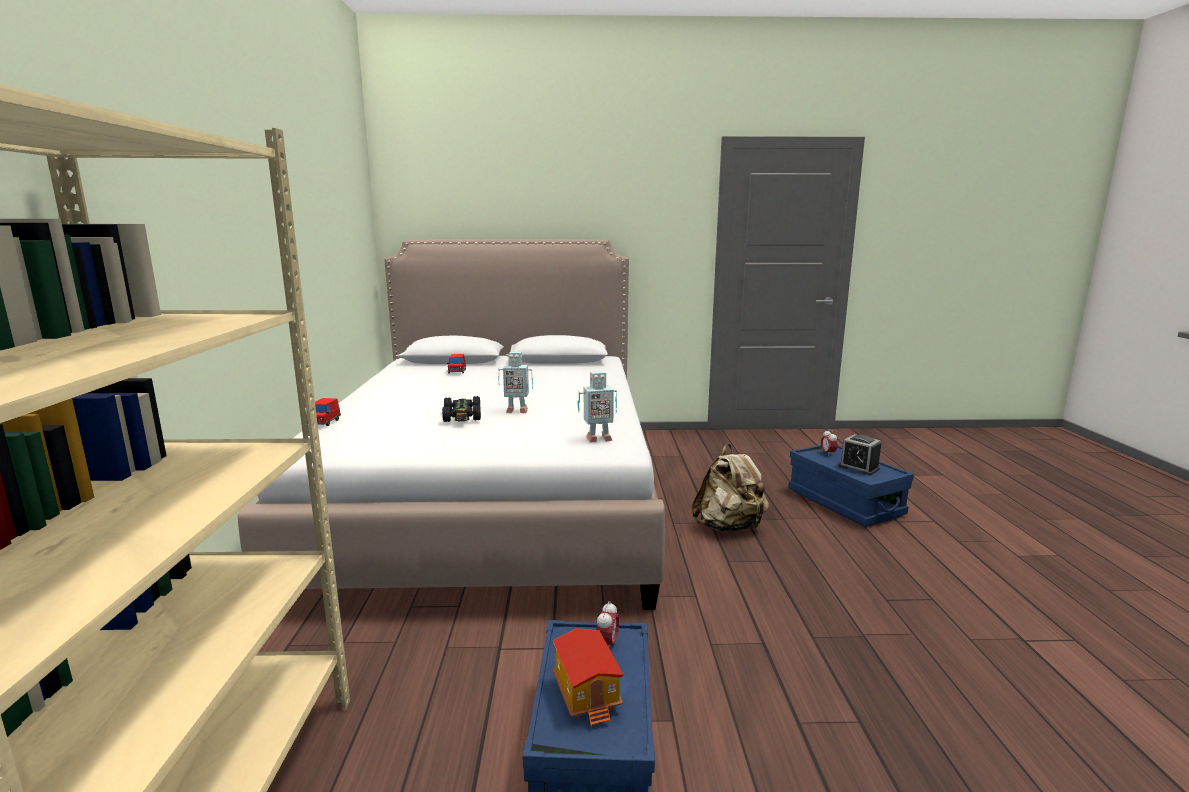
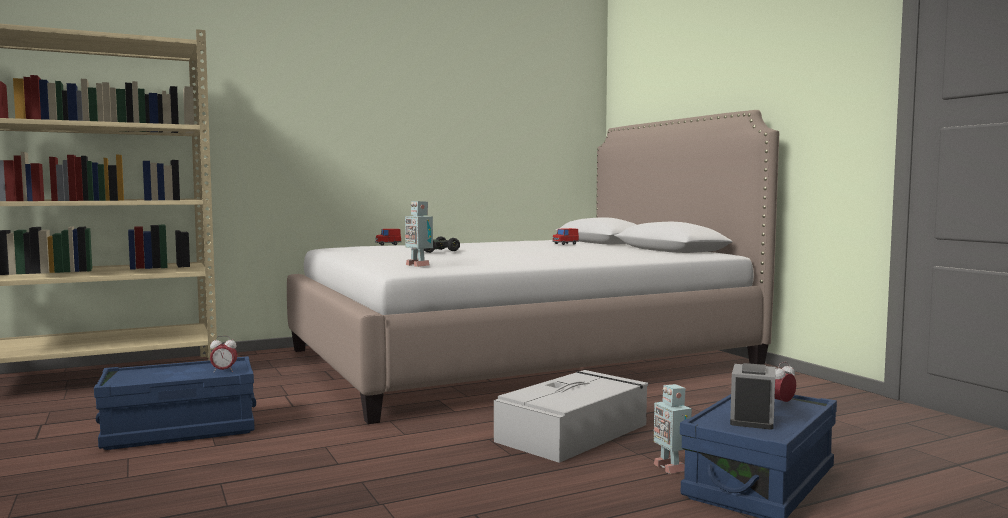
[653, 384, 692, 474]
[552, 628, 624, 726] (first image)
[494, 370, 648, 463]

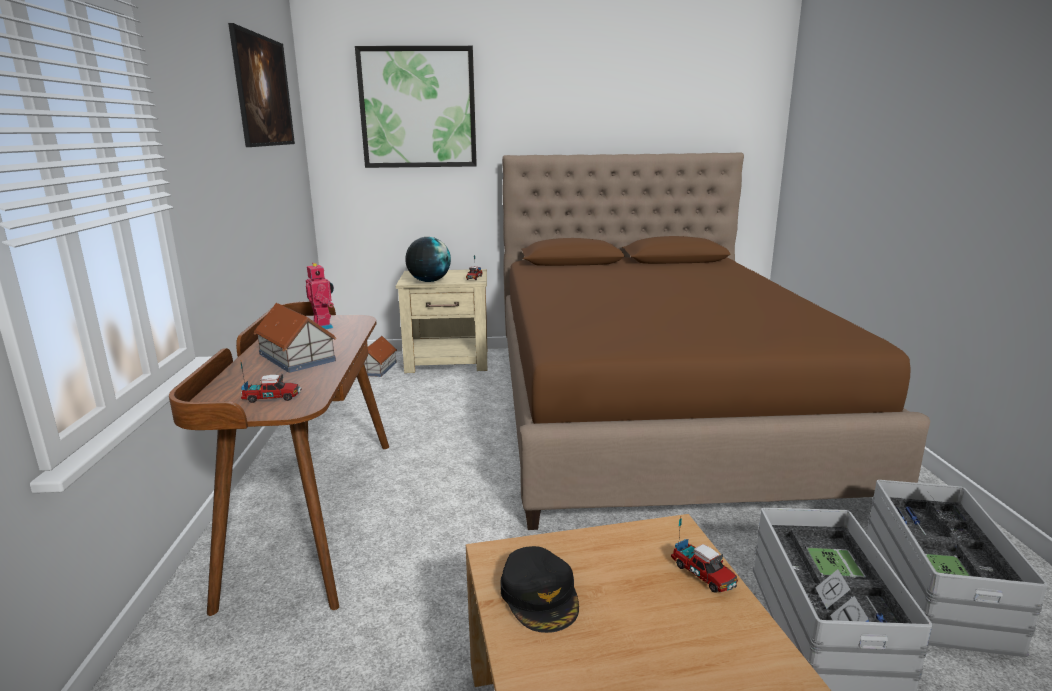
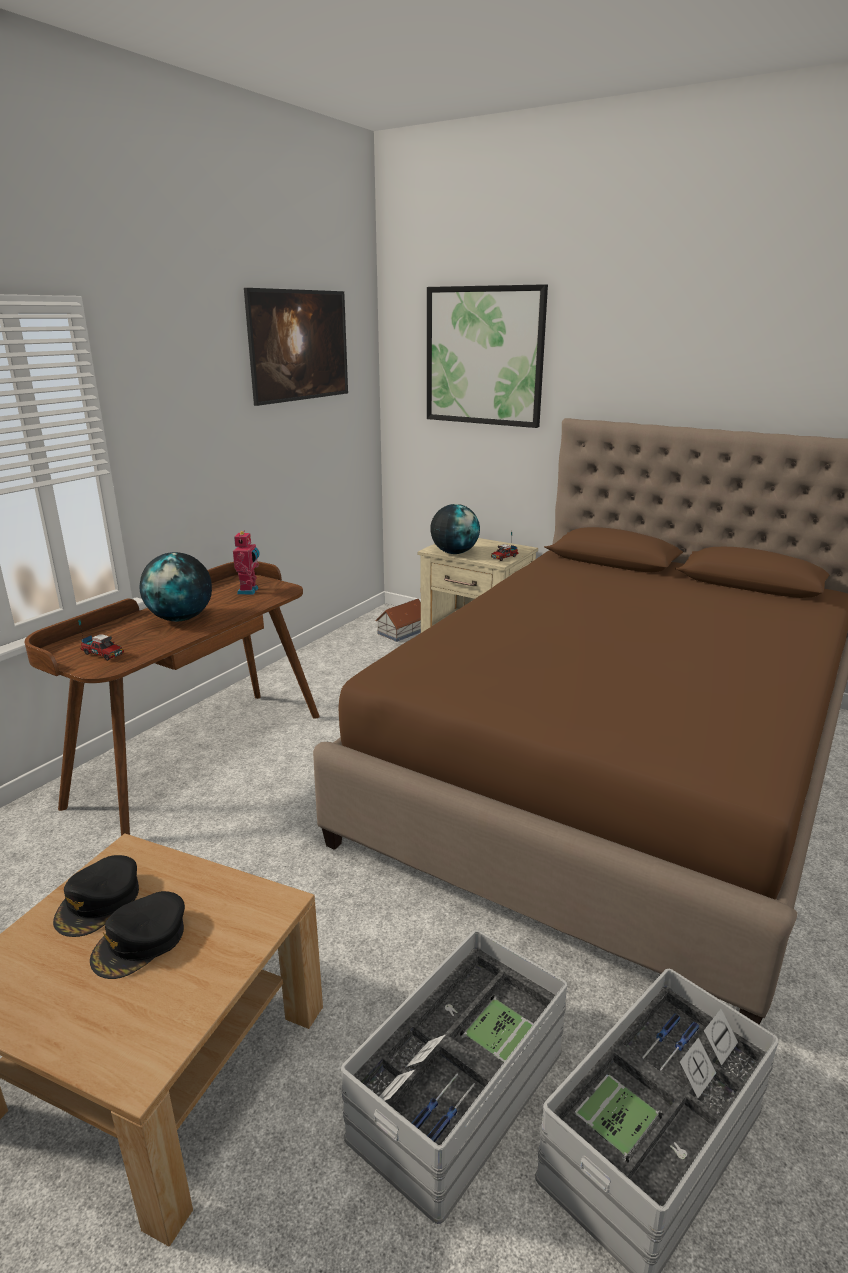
[139, 552, 212, 621]
[671, 517, 738, 593] (first image)
[90, 891, 185, 979]

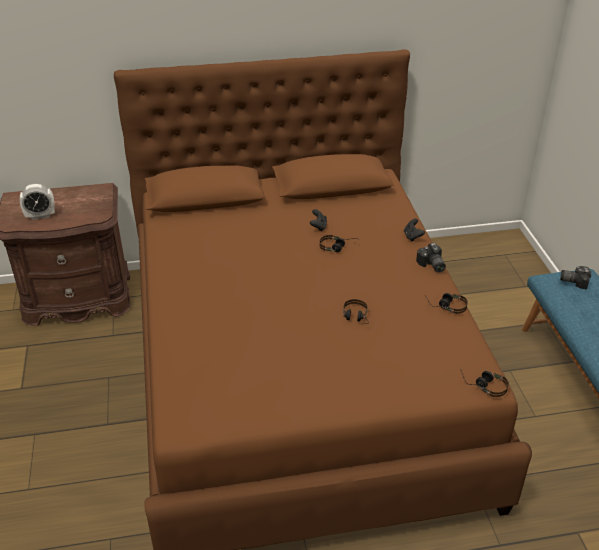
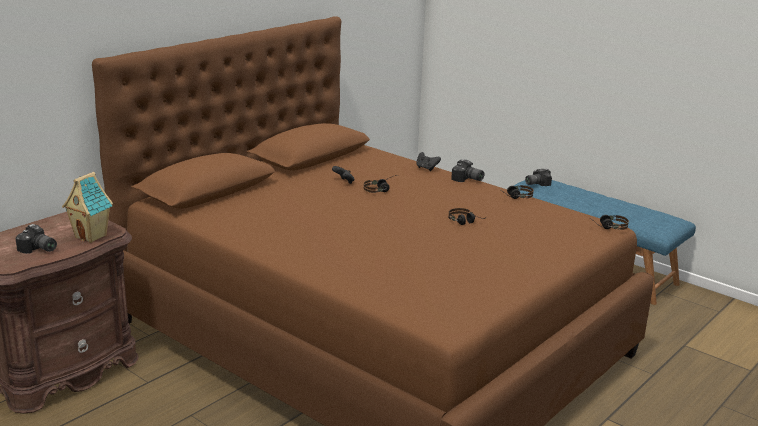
[15, 224, 57, 254]
[62, 172, 113, 243]

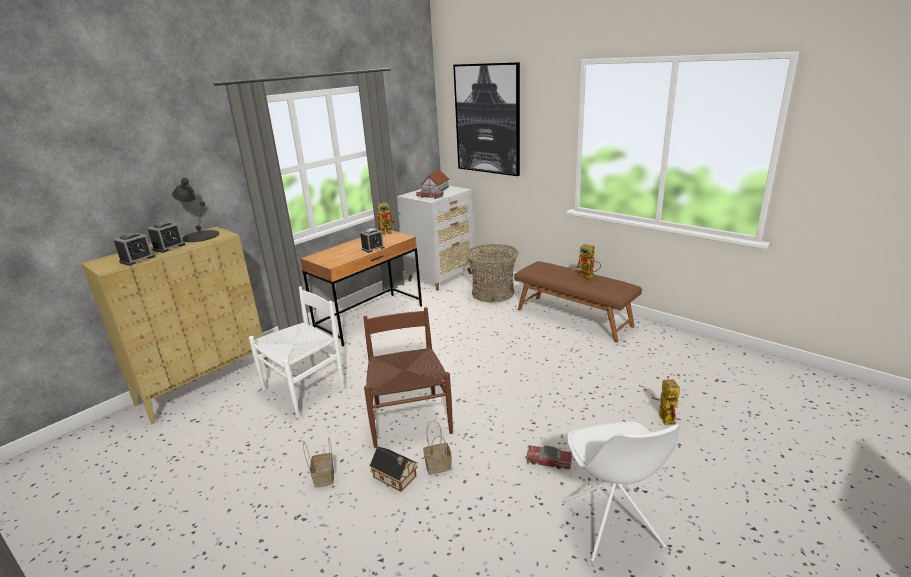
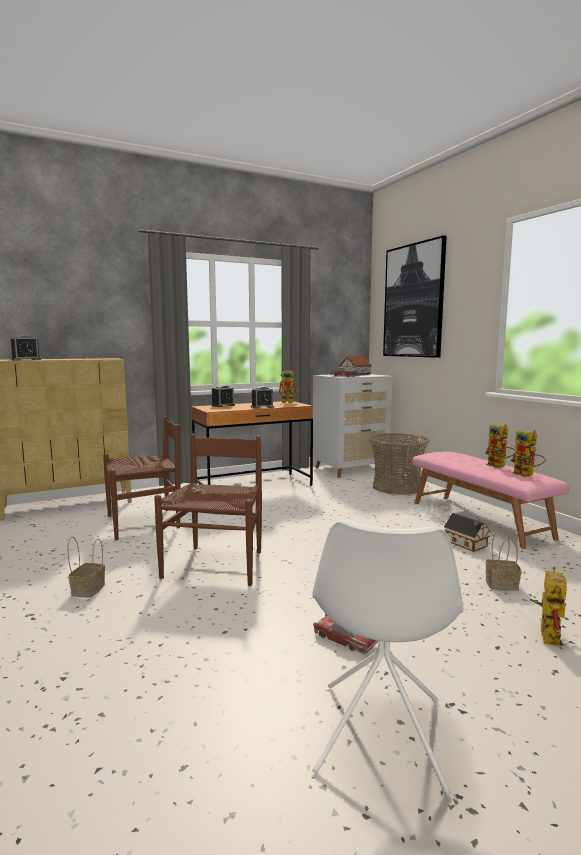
[211, 386, 235, 407]
[172, 178, 219, 242] (first image)
[103, 417, 181, 540]
[444, 513, 491, 552]
[485, 529, 522, 591]
[413, 452, 569, 549]
[511, 430, 546, 477]

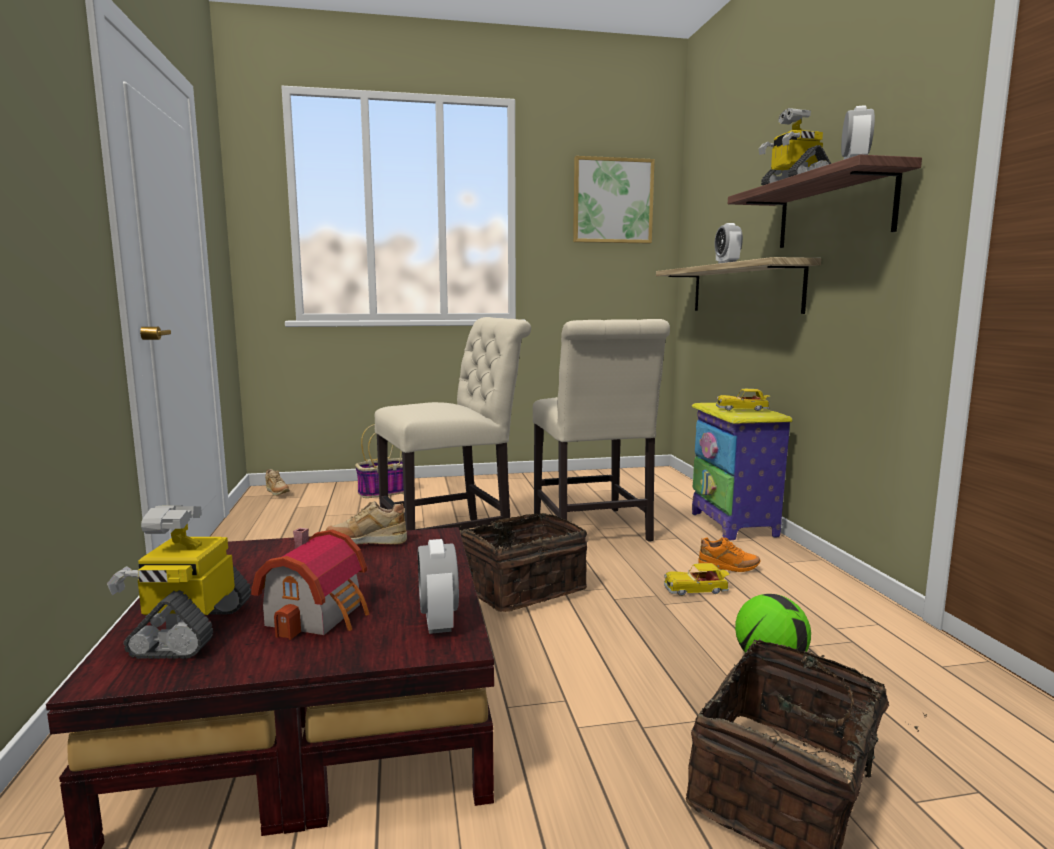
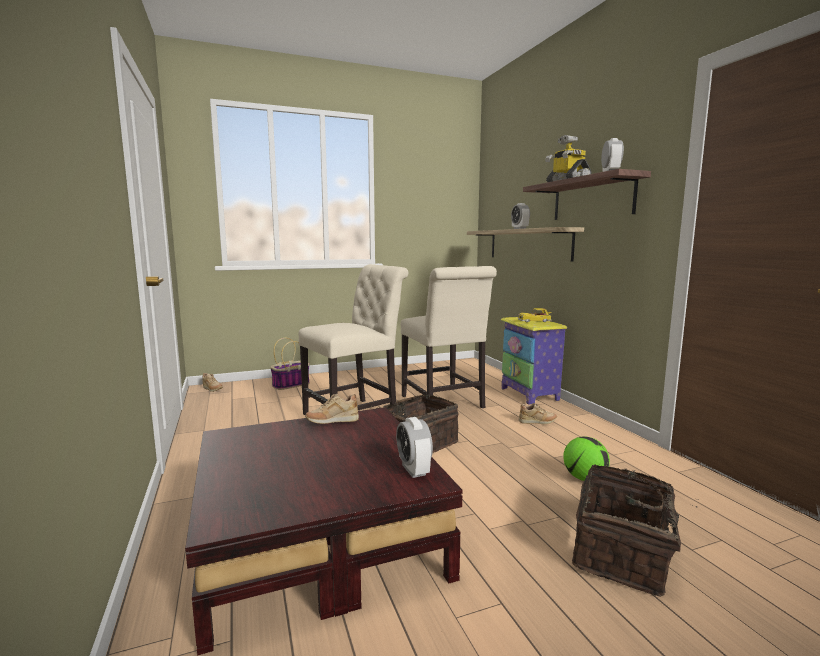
[107, 505, 251, 659] (first image)
[251, 528, 369, 640] (first image)
[573, 156, 655, 243] (first image)
[664, 563, 730, 596] (first image)
[519, 403, 557, 424]

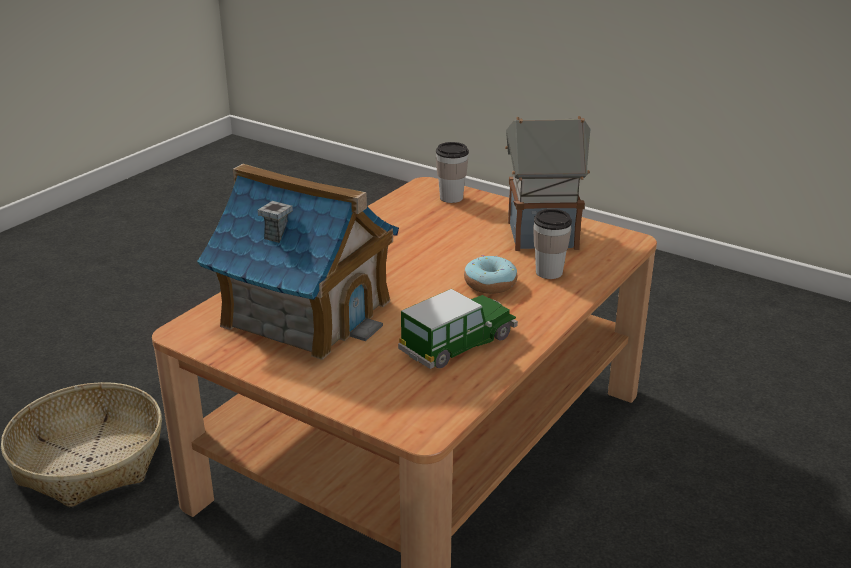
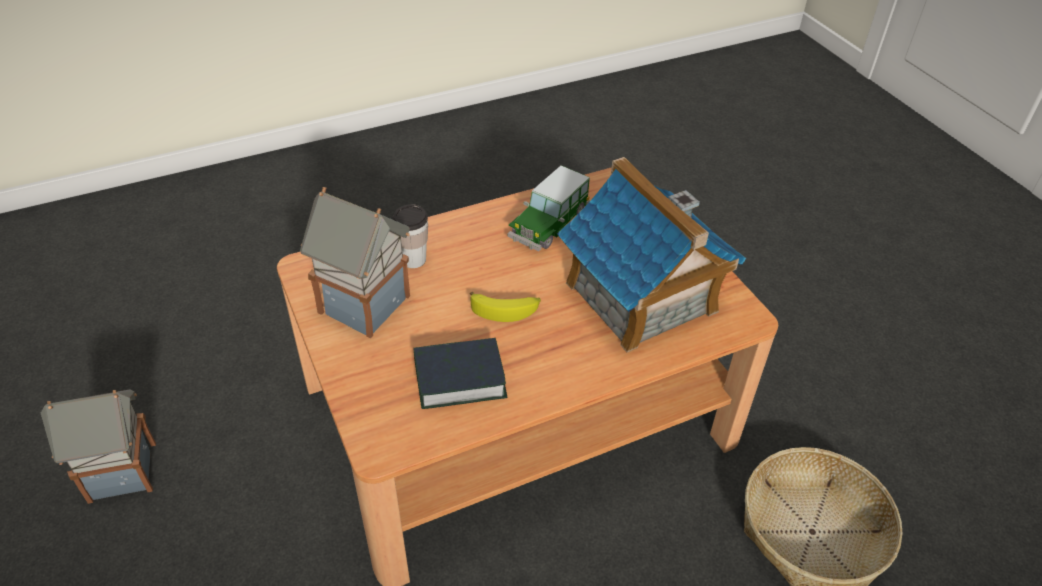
[508, 165, 590, 251]
[436, 142, 469, 203] (first image)
[464, 255, 517, 294] (first image)
[41, 389, 156, 504]
[414, 338, 507, 409]
[470, 292, 541, 322]

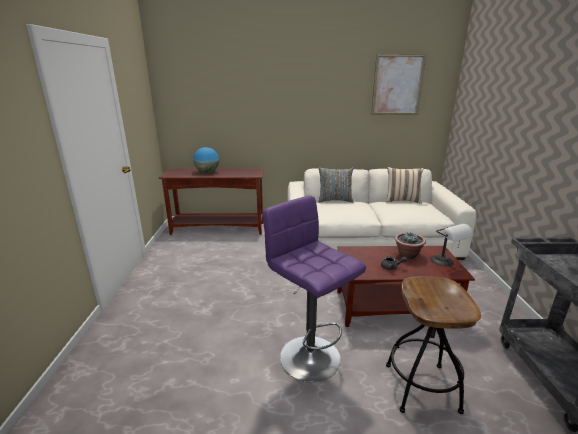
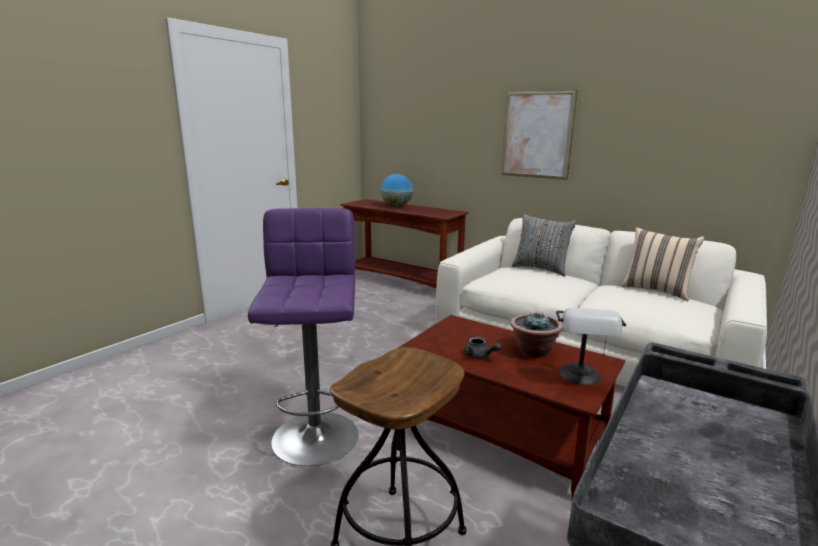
[501, 90, 577, 180]

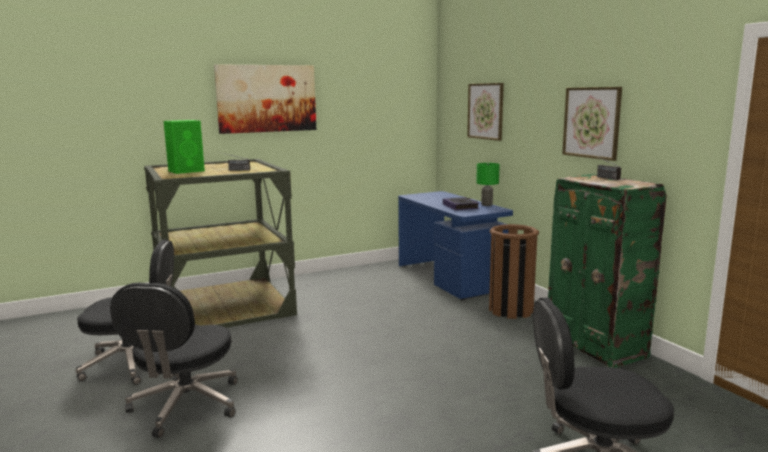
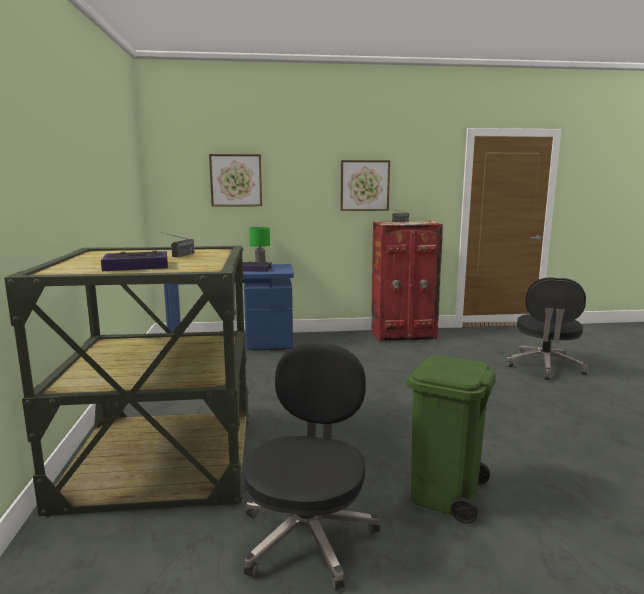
[406, 355, 496, 524]
[101, 251, 168, 271]
[214, 64, 316, 134] (first image)
[489, 224, 539, 319] (first image)
[371, 221, 443, 342]

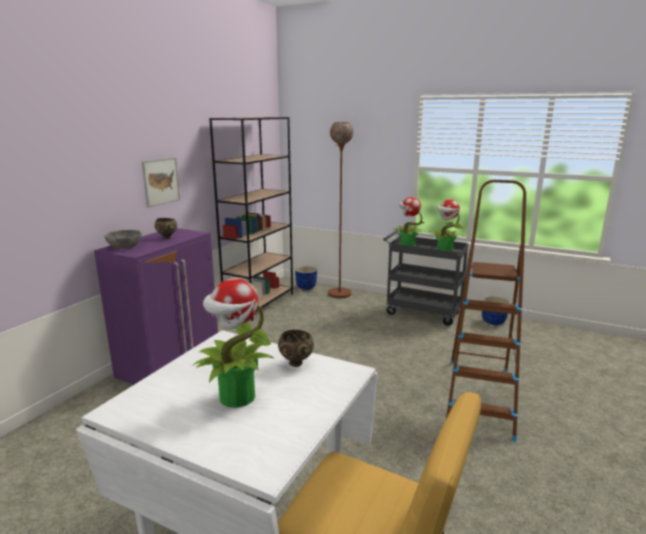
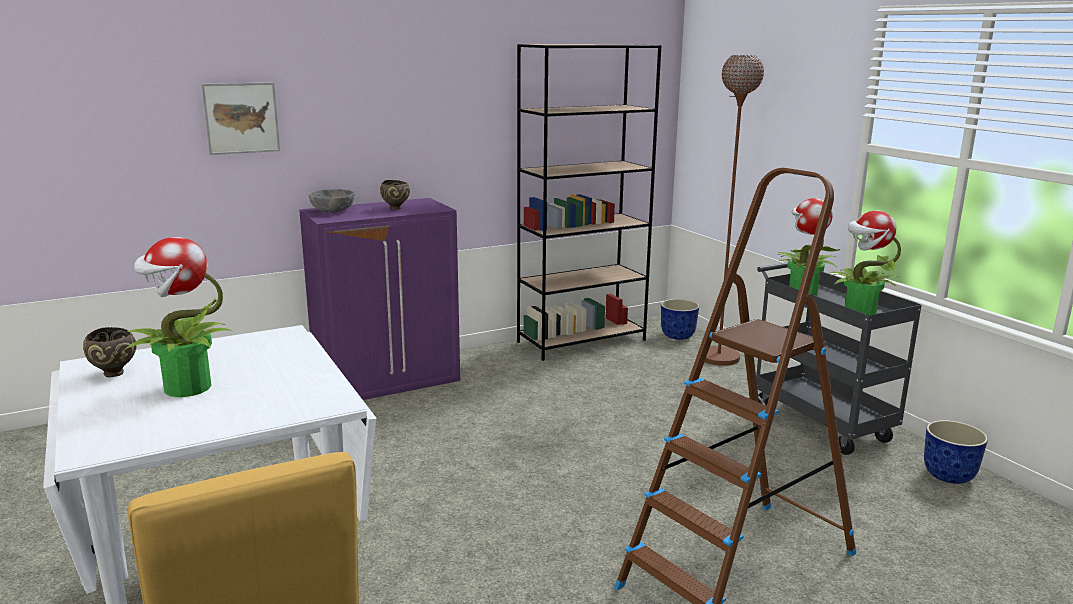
[201, 82, 280, 155]
[83, 327, 137, 377]

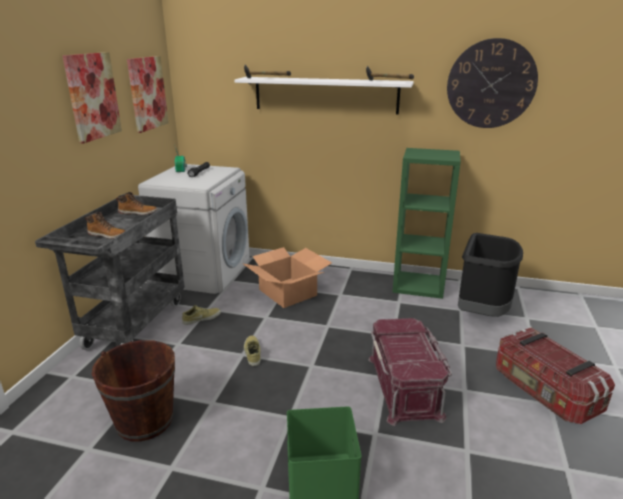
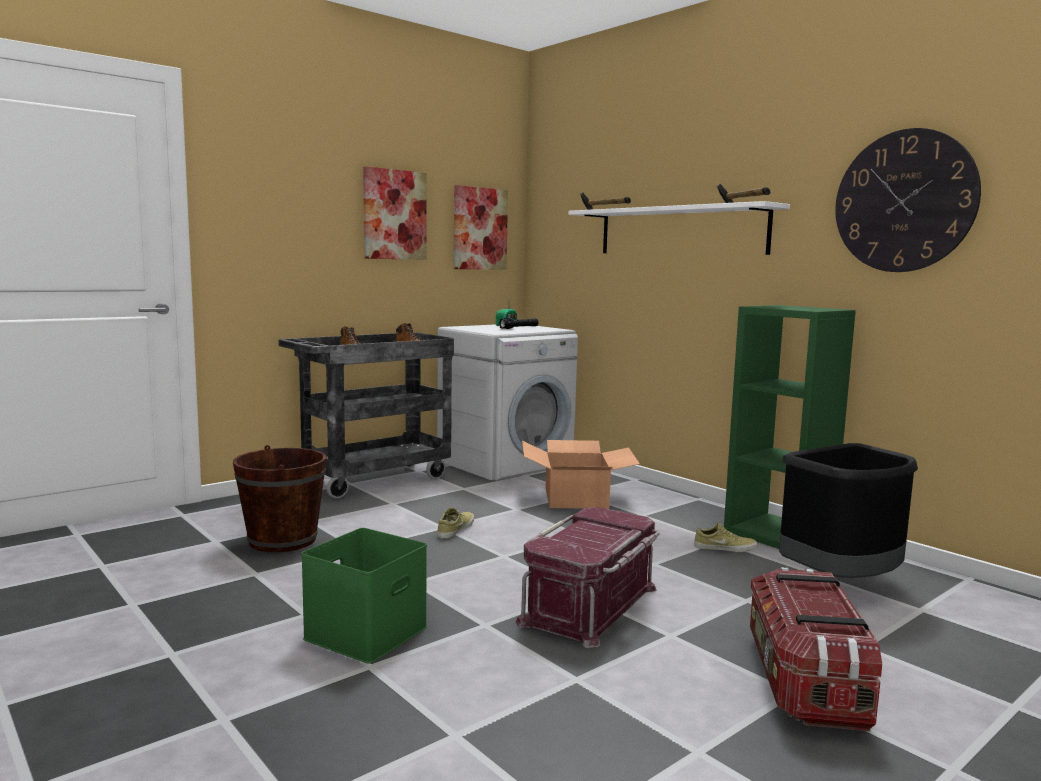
[694, 522, 758, 552]

